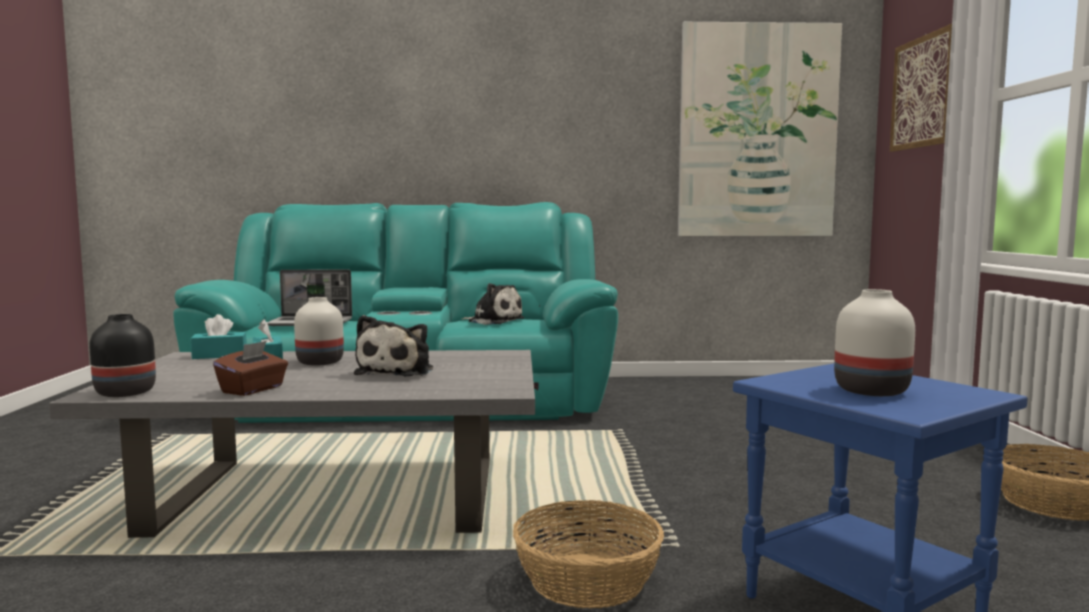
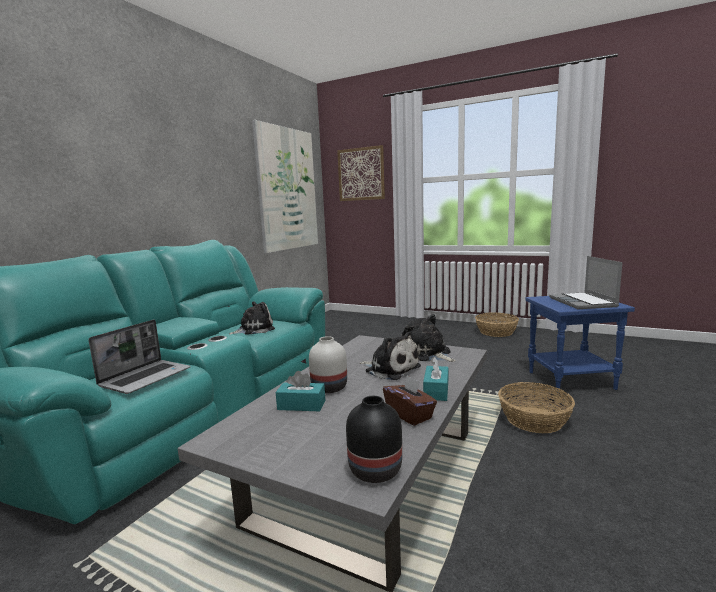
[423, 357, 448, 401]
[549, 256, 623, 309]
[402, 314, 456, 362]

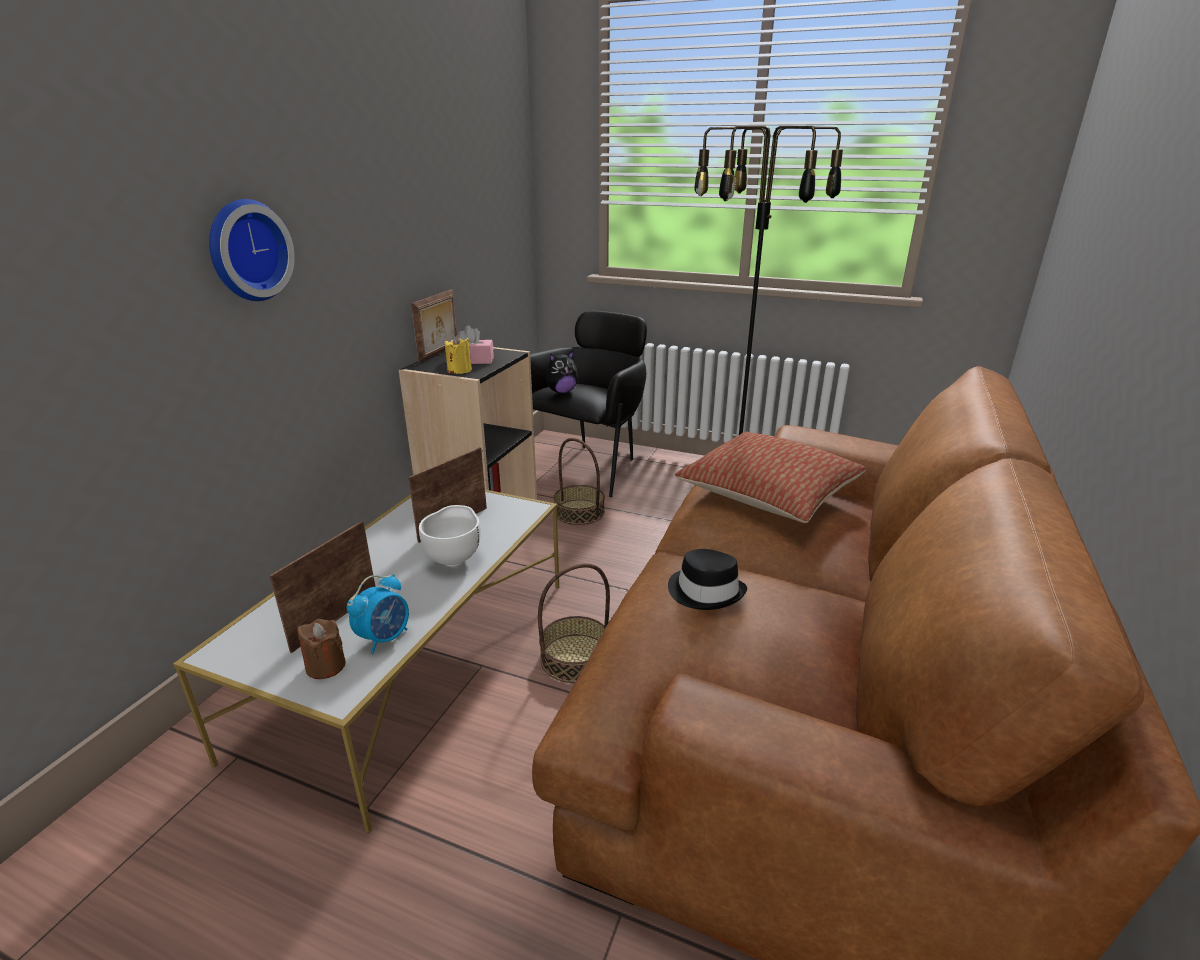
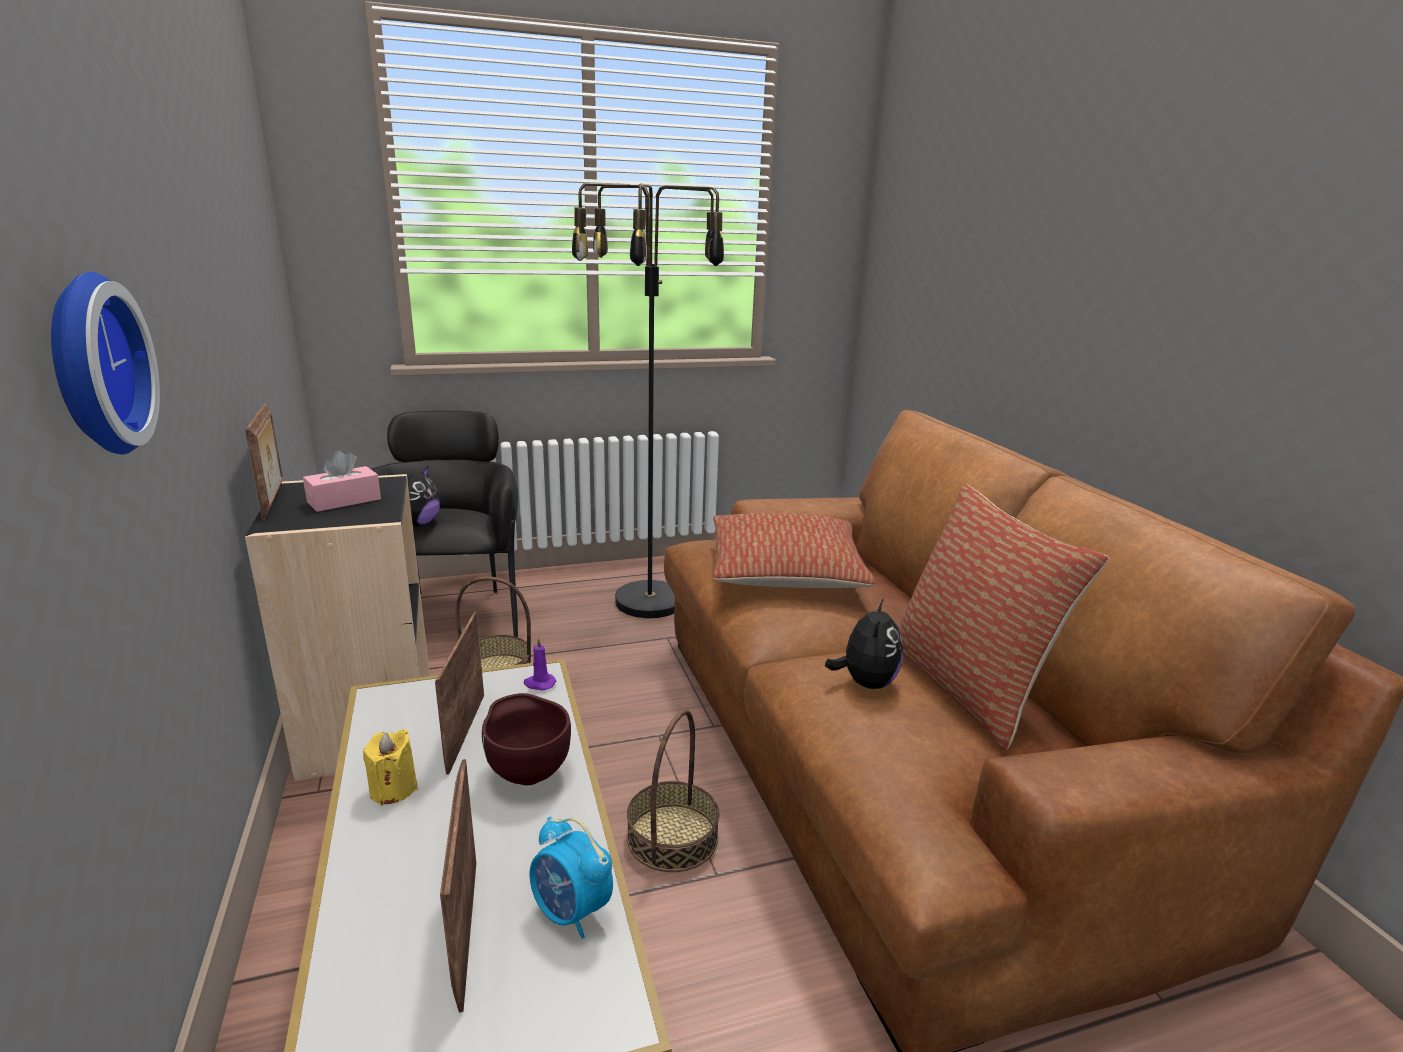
[297, 619, 346, 679] (first image)
[530, 817, 613, 939]
[482, 693, 571, 785]
[363, 729, 418, 806]
[825, 598, 903, 689]
[524, 637, 556, 690]
[898, 484, 1109, 750]

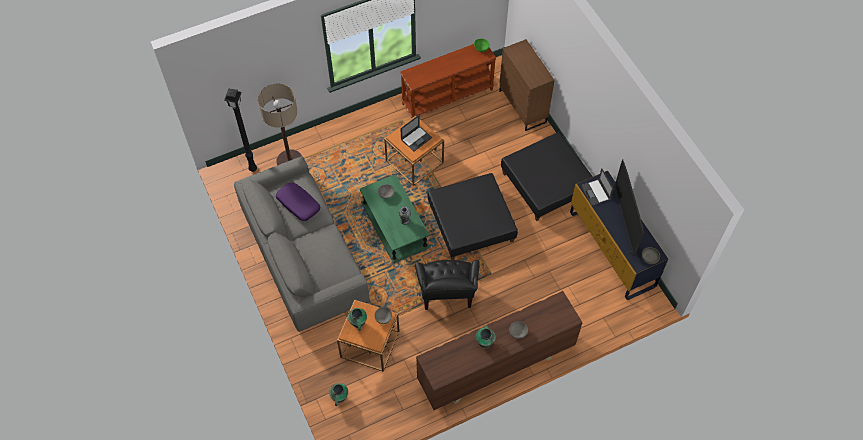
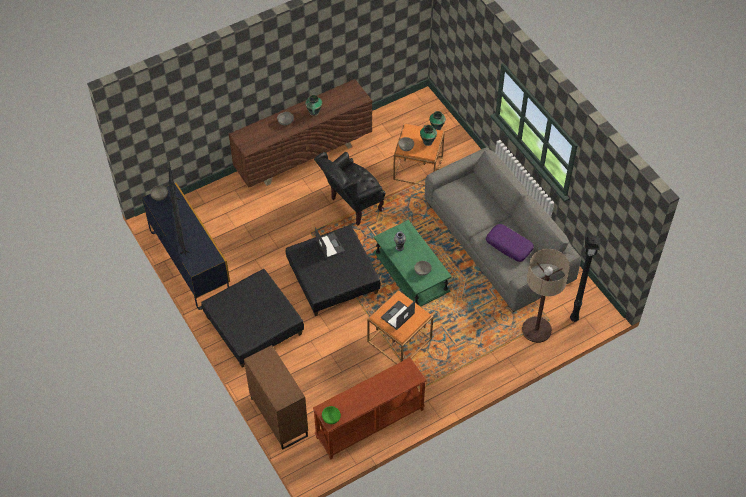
[314, 152, 385, 225]
[315, 227, 345, 259]

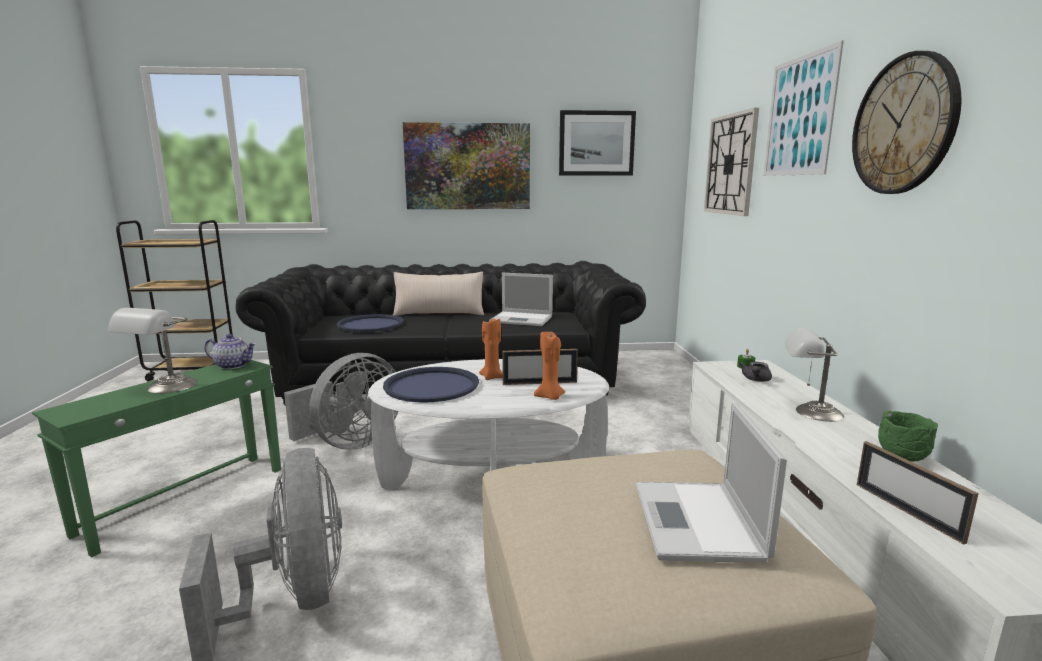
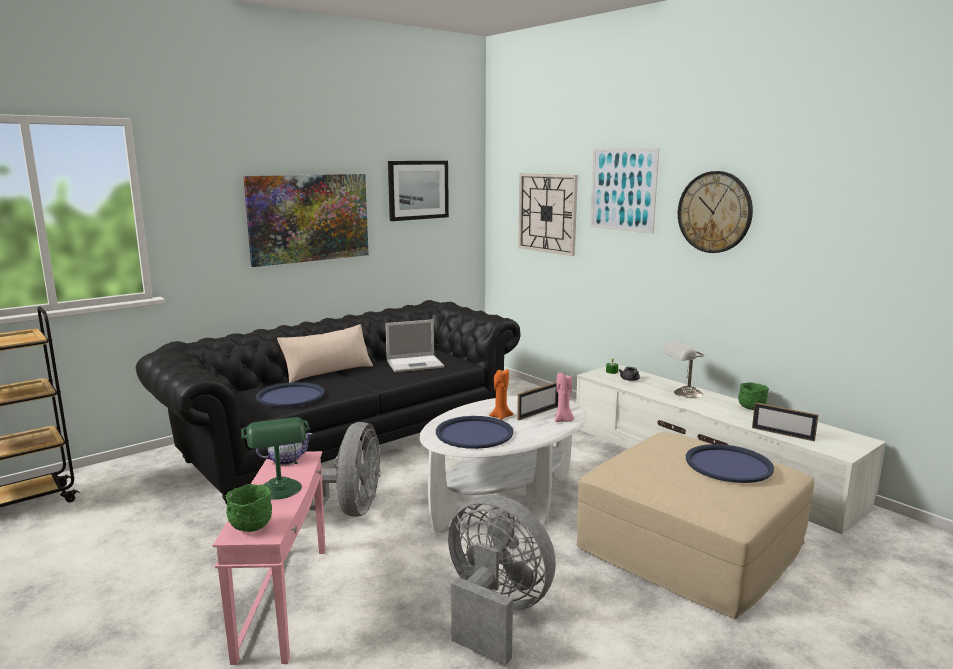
[213, 451, 326, 665]
[241, 417, 310, 500]
[555, 372, 574, 422]
[686, 444, 774, 483]
[226, 484, 272, 532]

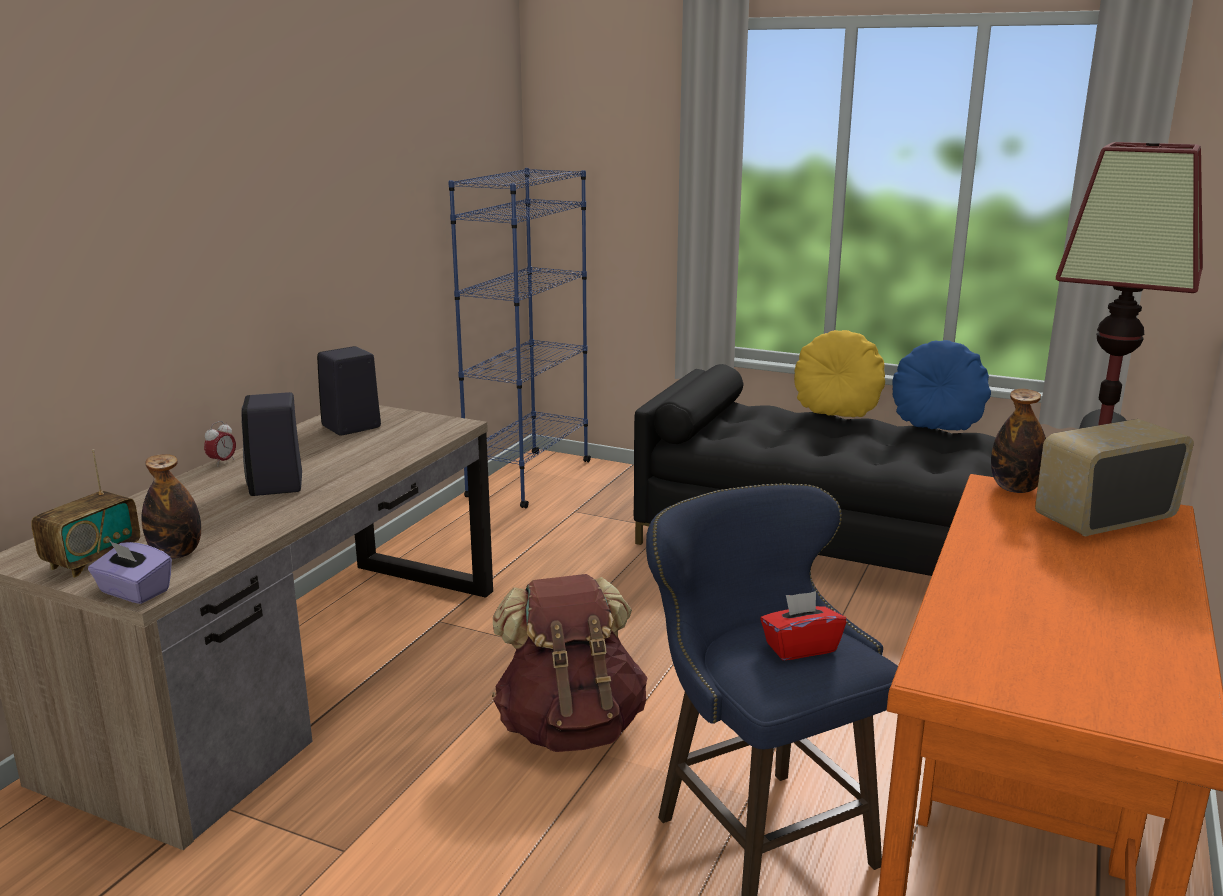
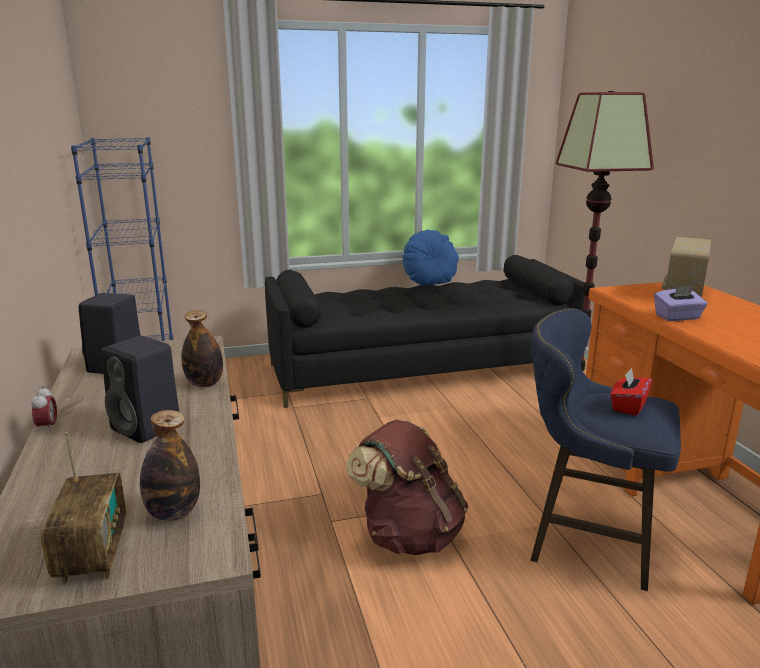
[654, 286, 708, 321]
[794, 330, 885, 417] (first image)
[181, 310, 223, 387]

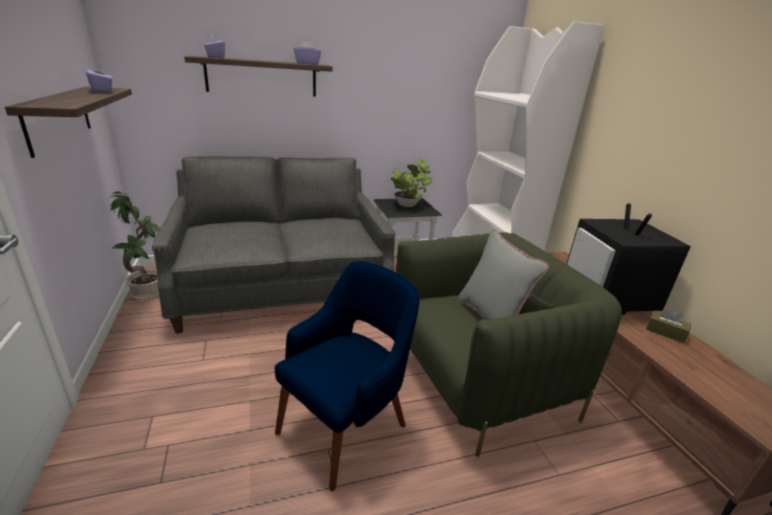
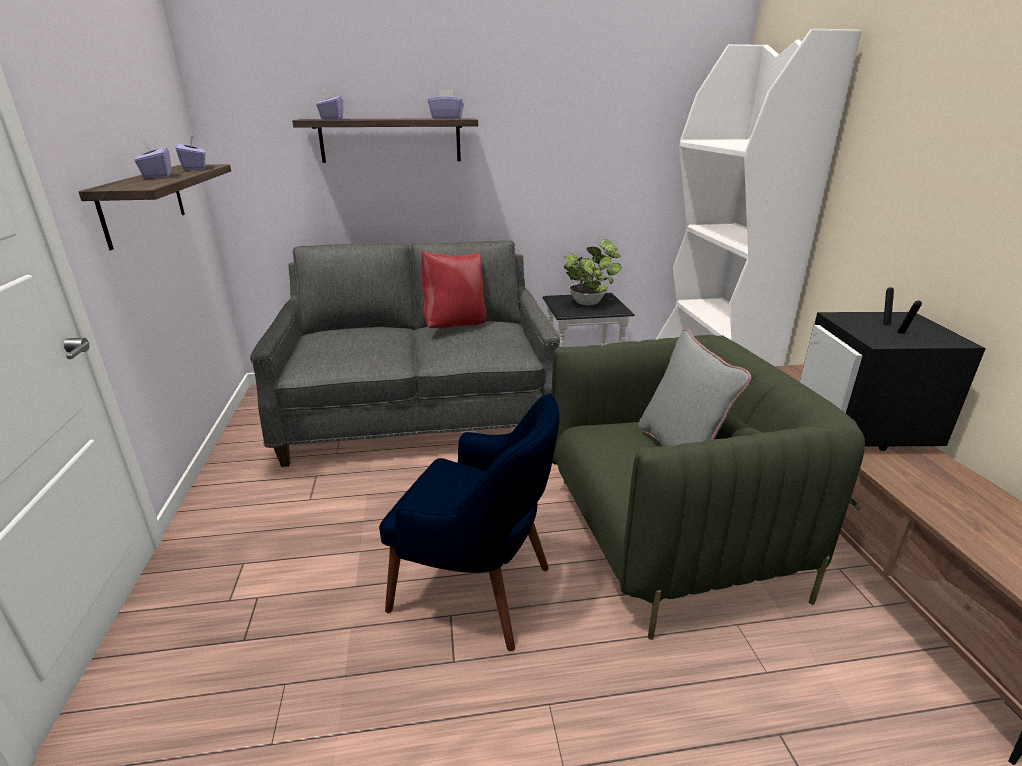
[108, 191, 160, 300] (first image)
[379, 394, 560, 651]
[646, 309, 691, 343] (first image)
[134, 139, 171, 178]
[421, 251, 486, 328]

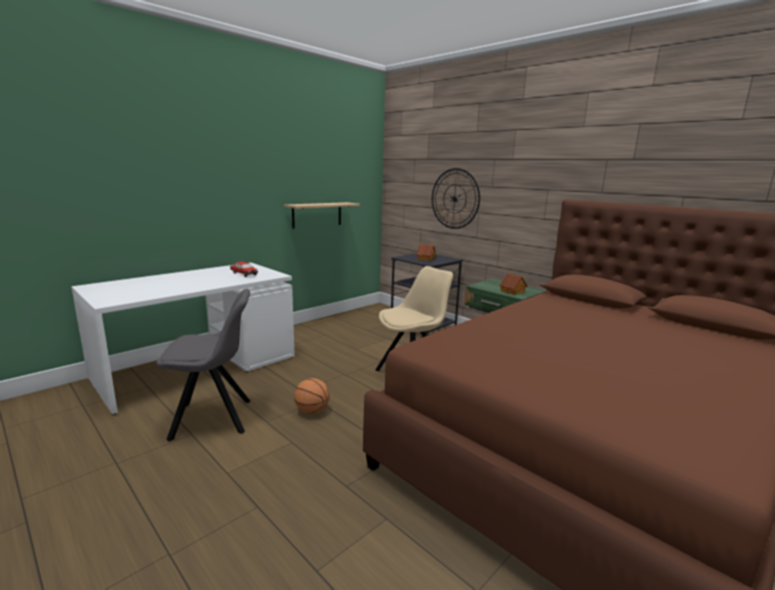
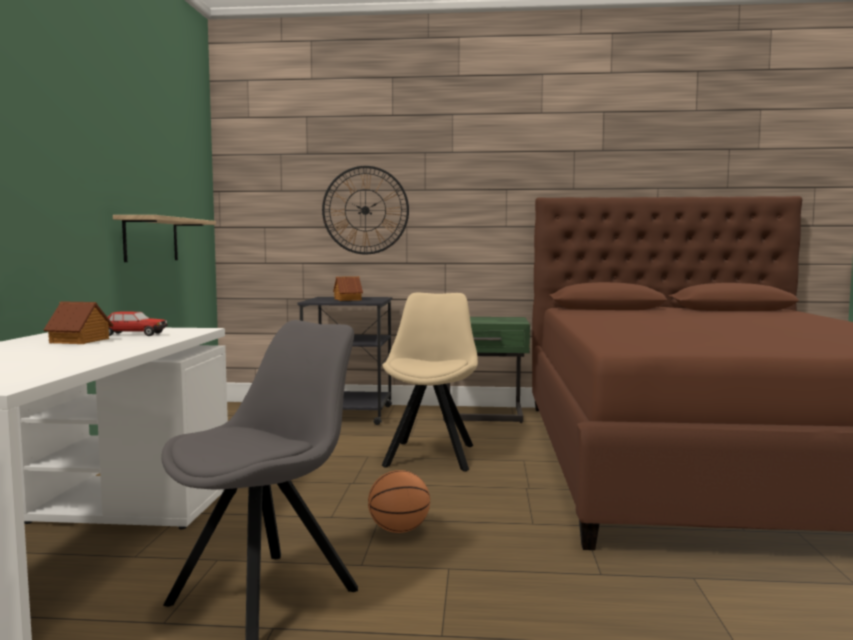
[44, 301, 113, 344]

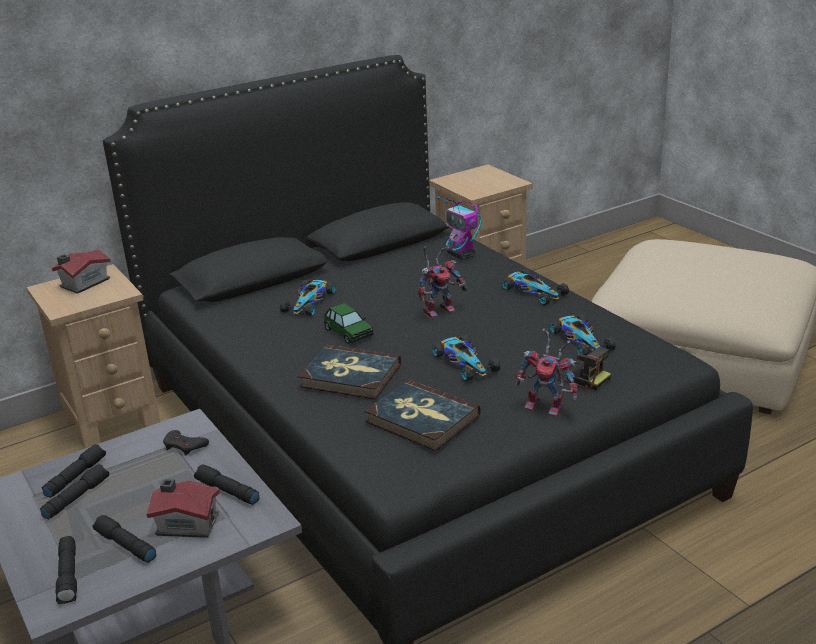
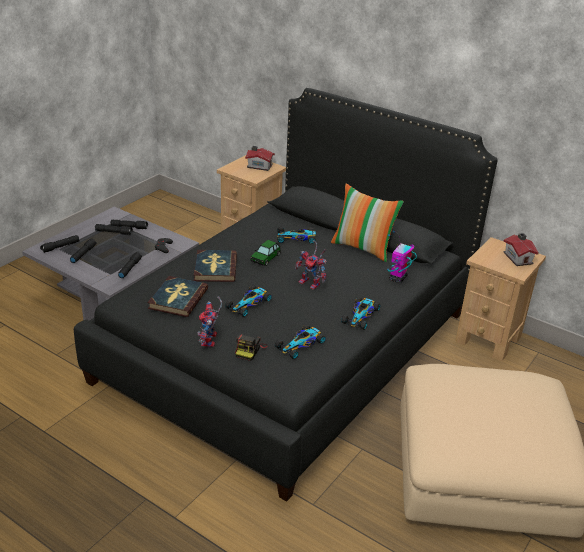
[503, 233, 539, 266]
[331, 184, 404, 262]

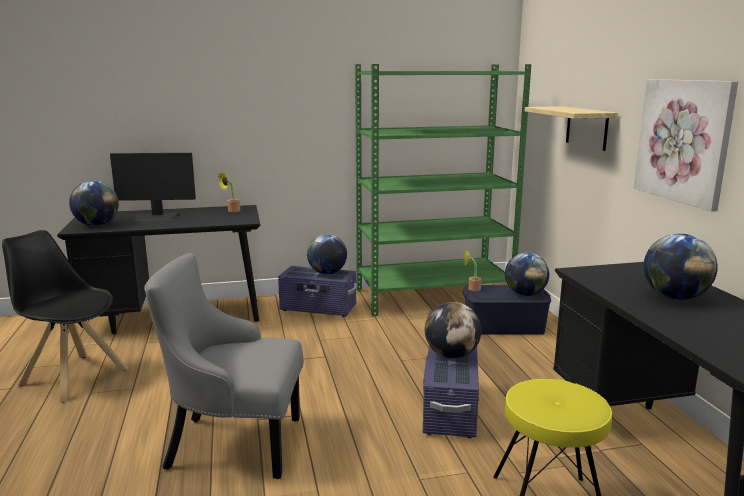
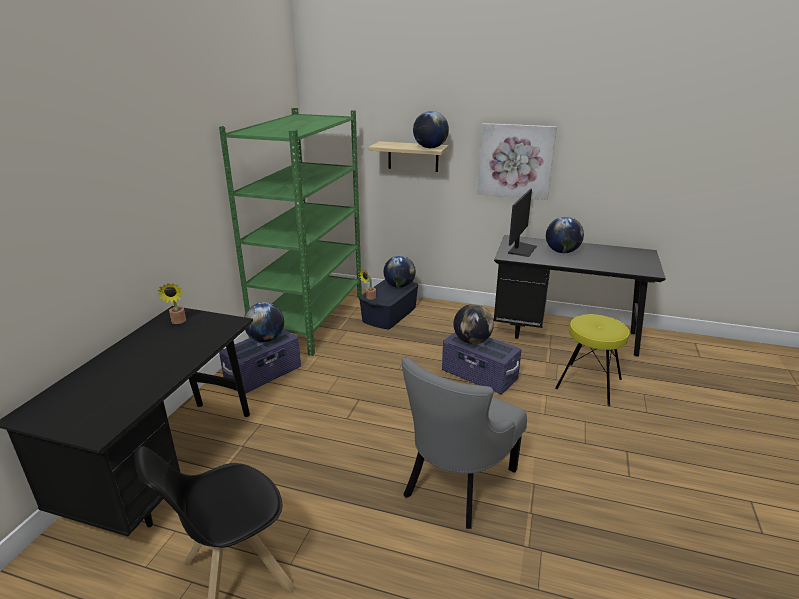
[413, 111, 449, 148]
[508, 189, 537, 257]

